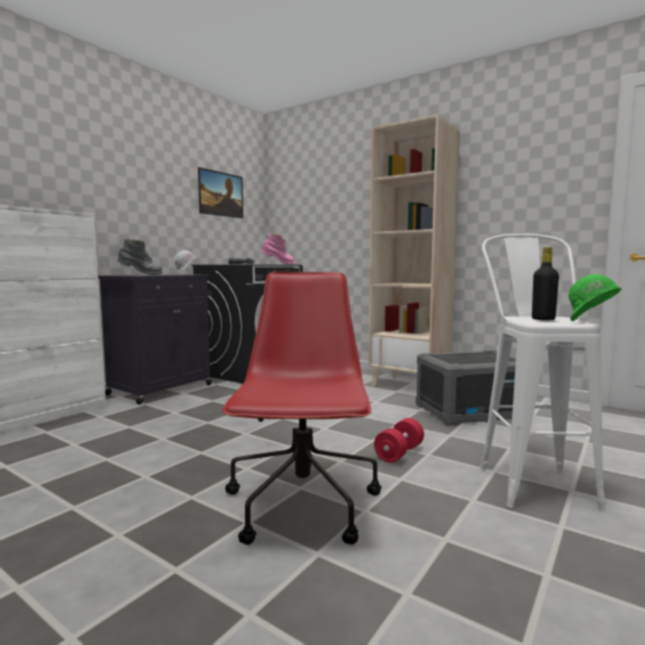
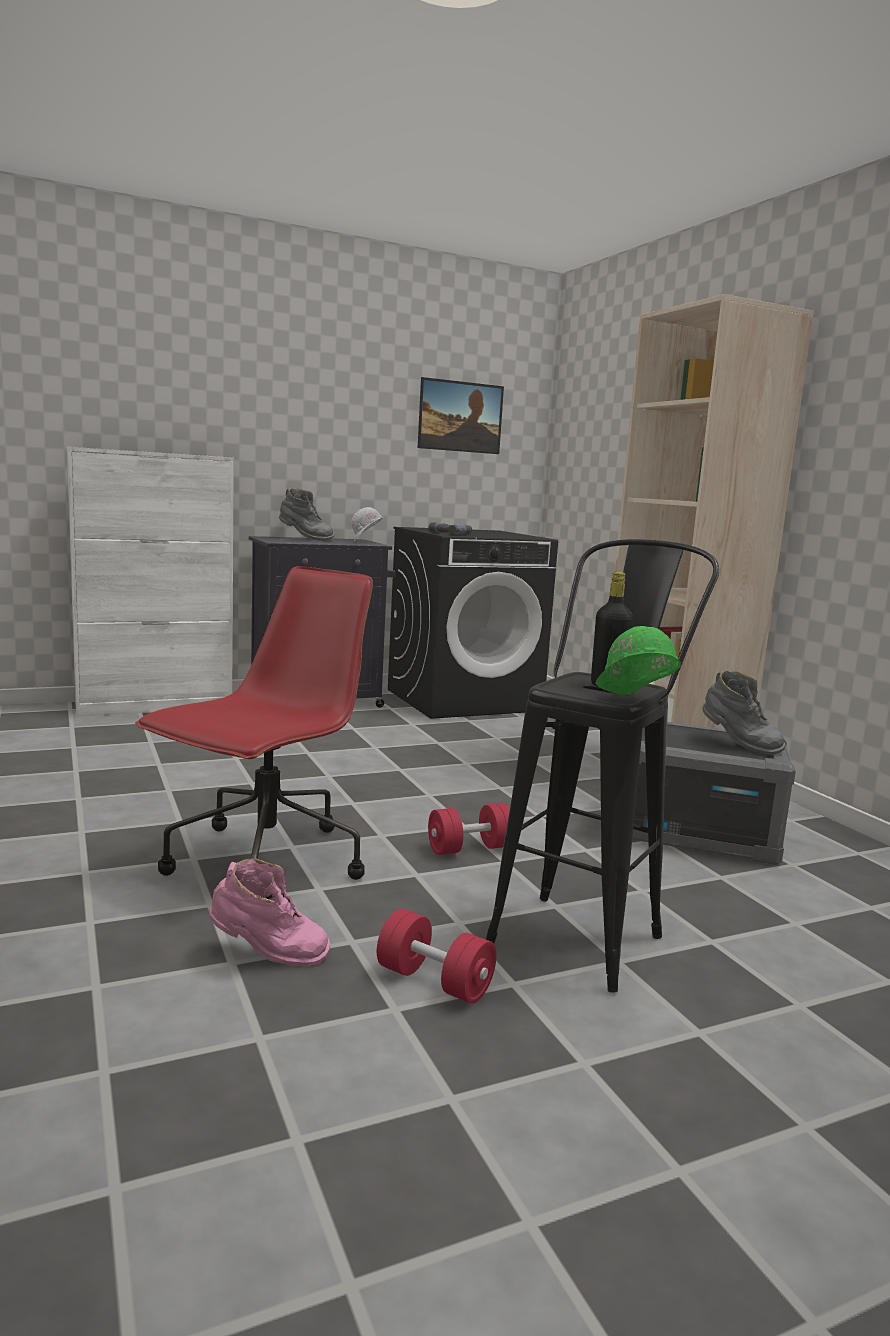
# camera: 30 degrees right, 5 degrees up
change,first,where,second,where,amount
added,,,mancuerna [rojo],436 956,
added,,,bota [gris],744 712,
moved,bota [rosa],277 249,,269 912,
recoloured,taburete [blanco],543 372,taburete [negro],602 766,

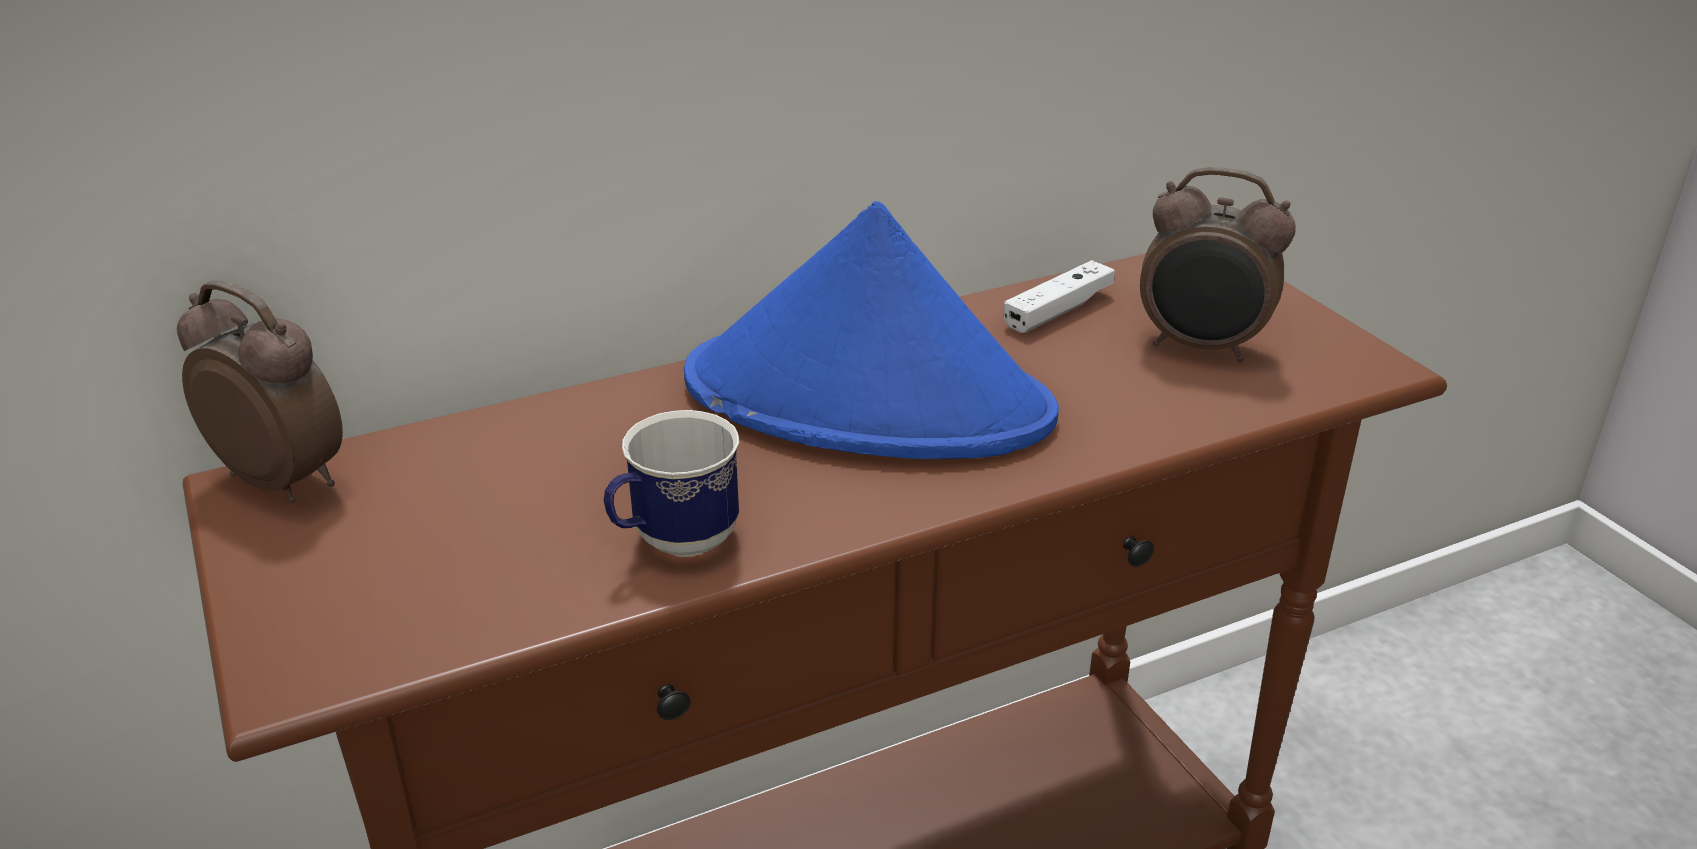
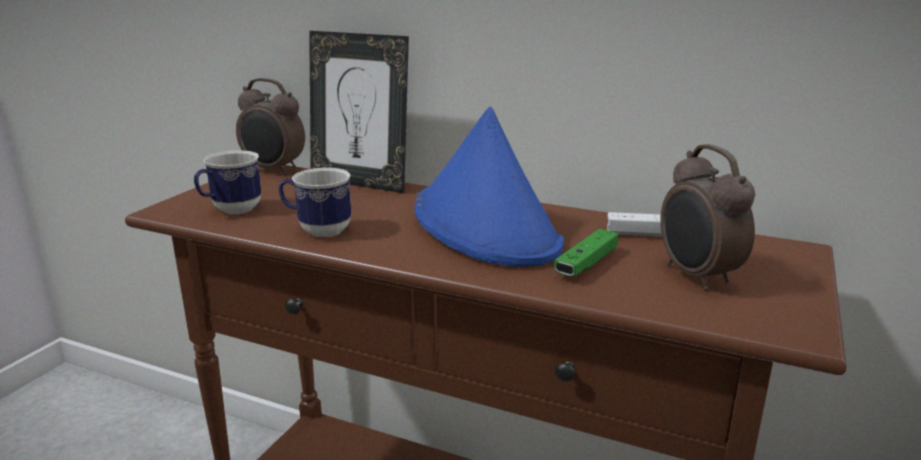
# camera: 50 degrees right, 10 degrees down
change,first,where,second,where,amount
added,,,taza grande,227 182,
added,,,portarretratos,359 112,
added,,,mando de consola [verde],586 253,
turned,despertador,260 391,,270 126,120 degrees clockwise

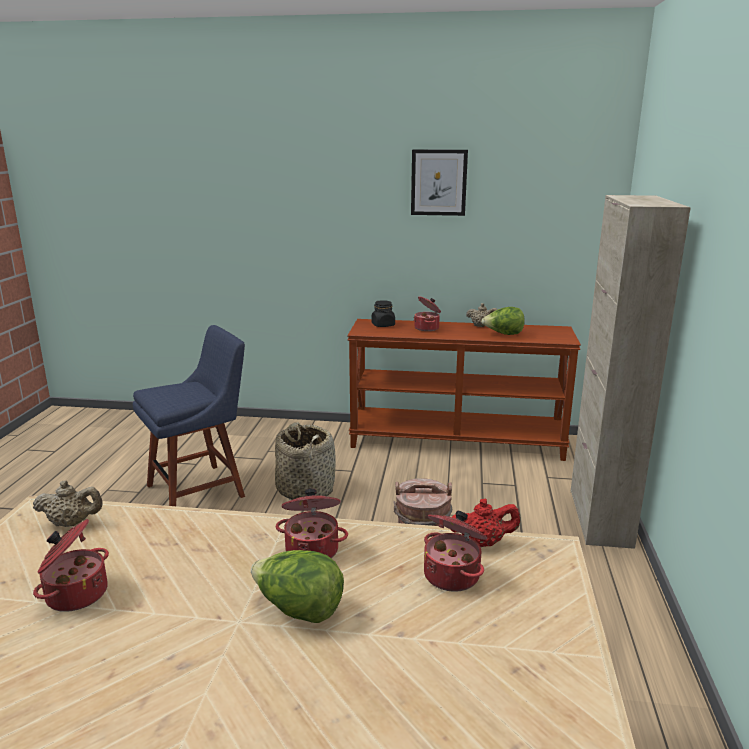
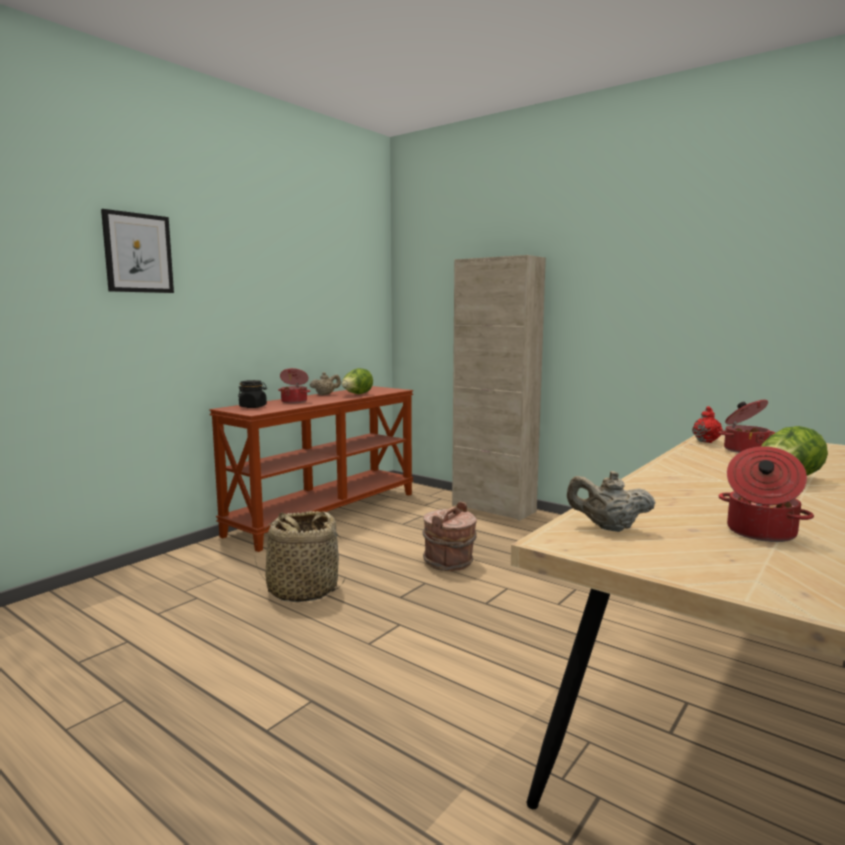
# camera: 60 degrees left, 10 degrees down
change,first,where,second,where,amount
removed,silla [azul],189 415,,,
removed,olla,312 523,,,
moved,cuadro,439 182,,137 251,
turned,tetera [beis],68 503,,611 501,105 degrees counterclockwise

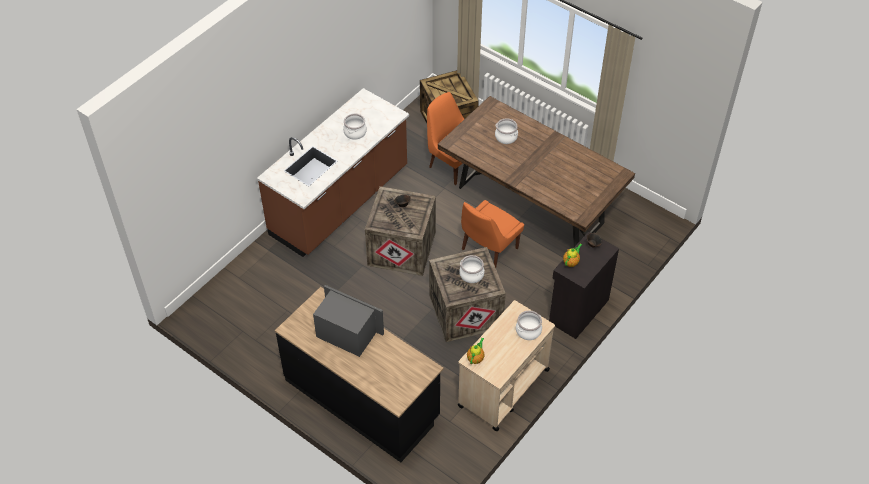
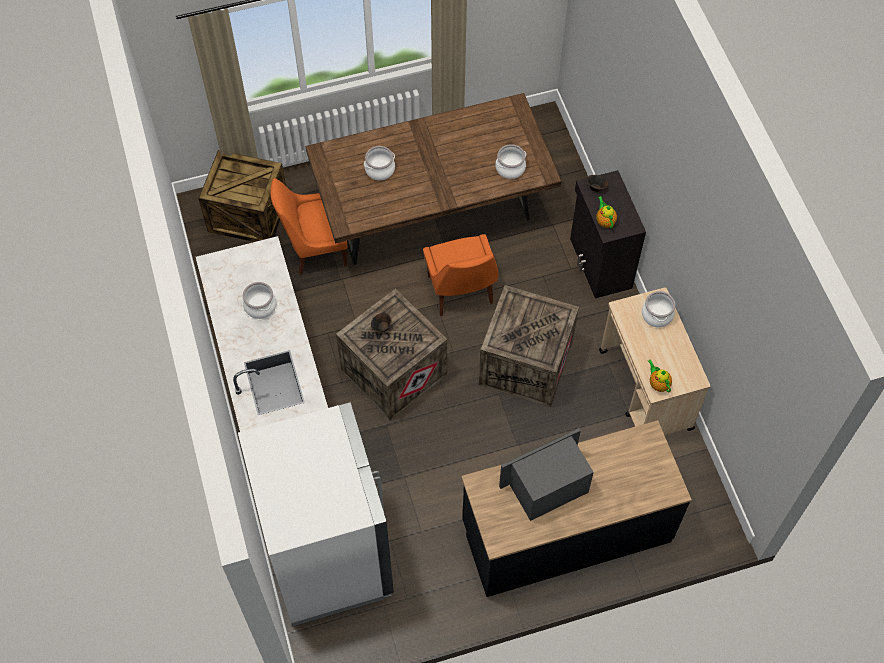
# camera: 55 degrees left, 10 degrees up
change,first,where,second,where,amount
added,,,nevera [blanco],316 514,
moved,olla,471 269,,510 161,

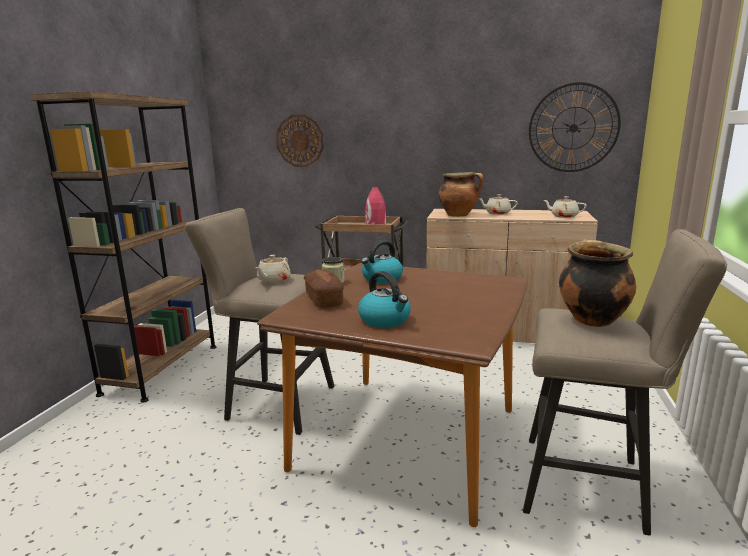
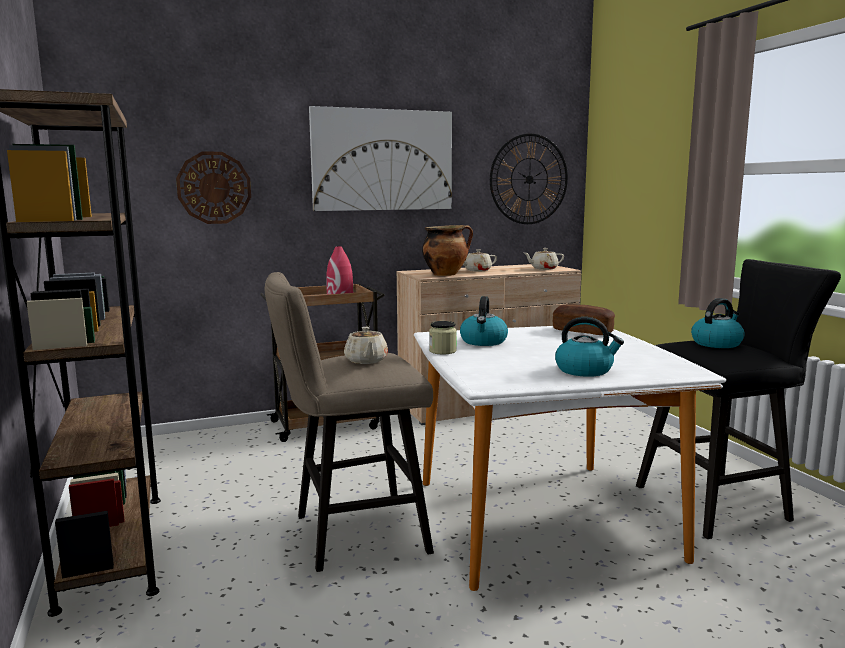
# camera: 35 degrees left, 5 degrees down
change,first,where,second,where,amount
added,,,cuadro,380 158,
moved,pan,324 288,,584 319,
replaced,olla,597 283,hervidor,718 323,
recoloured,mesa de comedor [marrón],392 395,mesa de comedor [blanco],570 458,
recoloured,taburete [beis],625 382,taburete [negro],738 399,

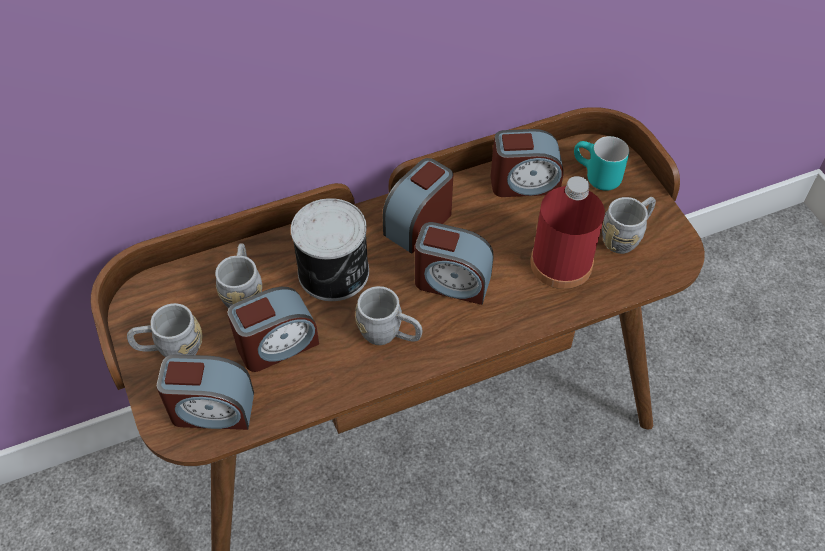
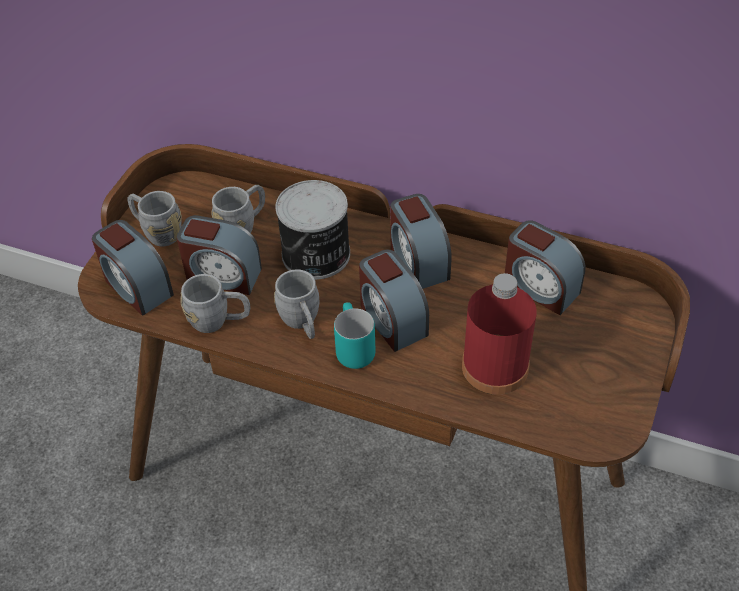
# camera: 45 degrees right, 5 degrees down
change,first,where,second,where,amount
moved,taza grande [turquesa],601 163,,355 335,
moved,taza grande [gris],629 225,,215 303,
turned,despertador,418 206,,421 241,105 degrees counterclockwise

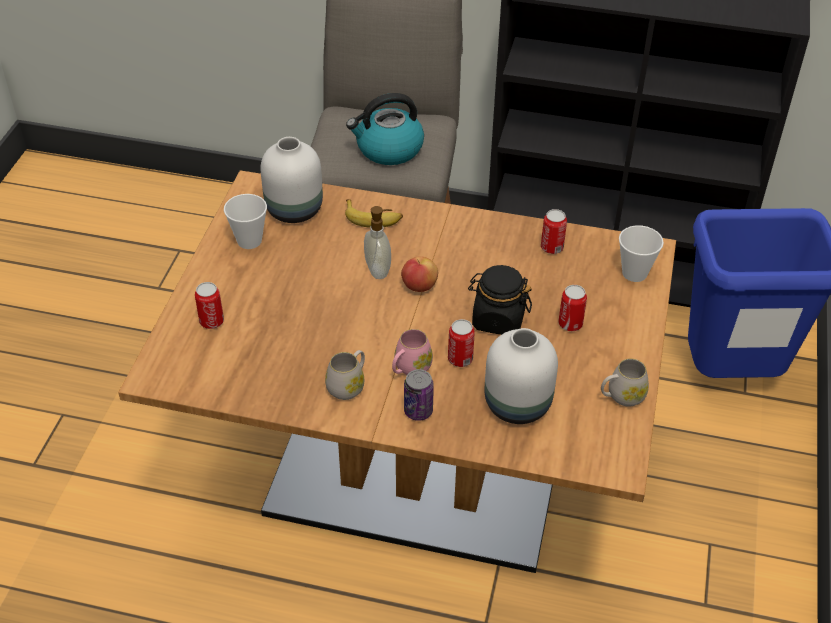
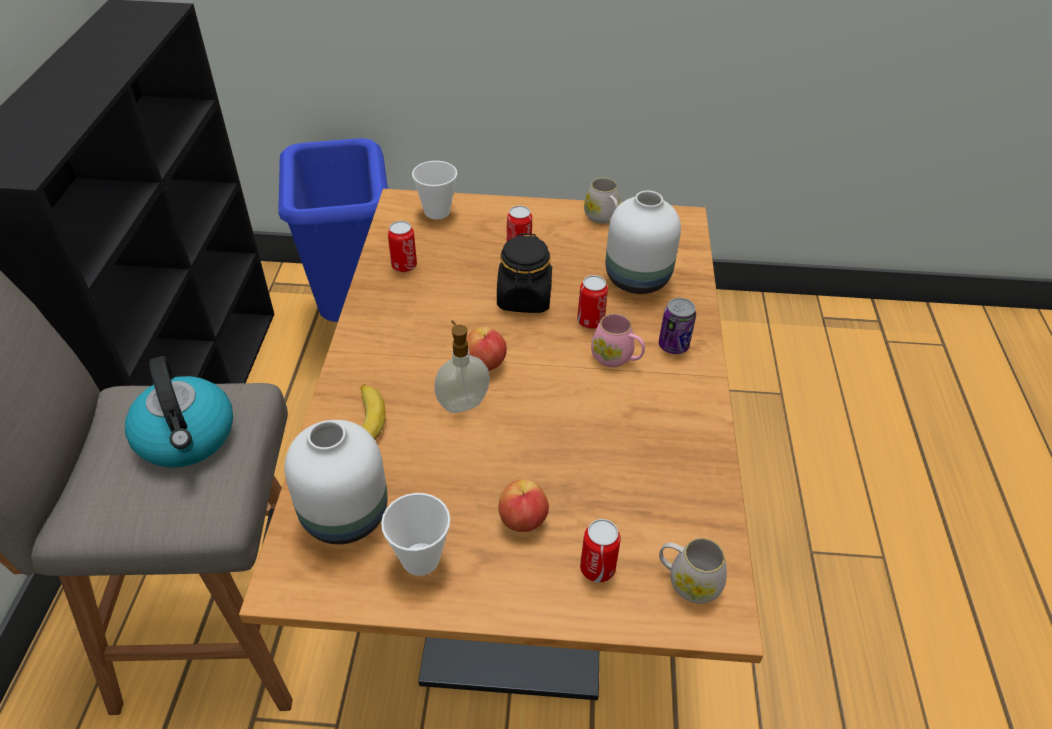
# camera: 100 degrees left, 0 degrees up
change,first,where,second,where,amount
added,,,manzana,524 505,
moved,taza grande [blanco],345 375,,693 571,

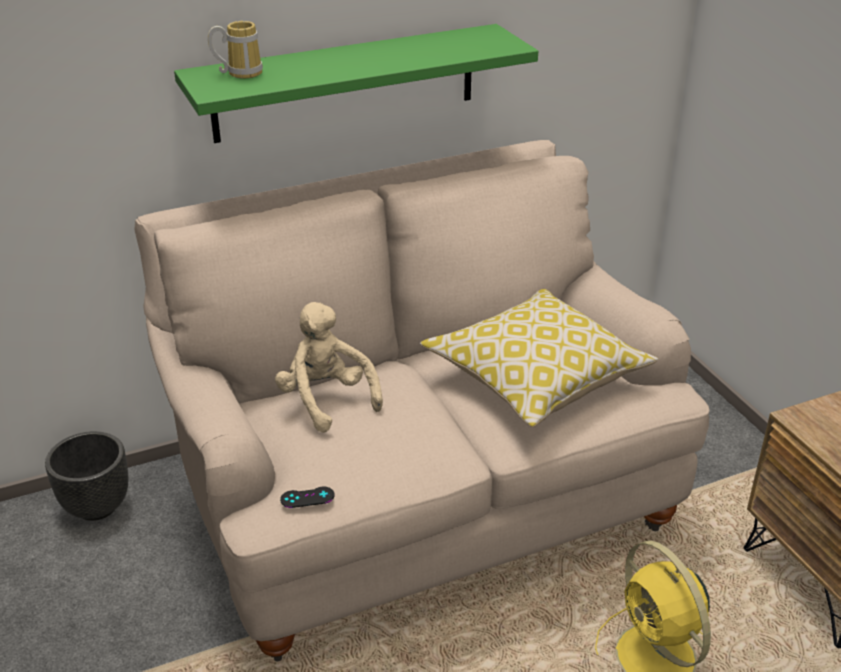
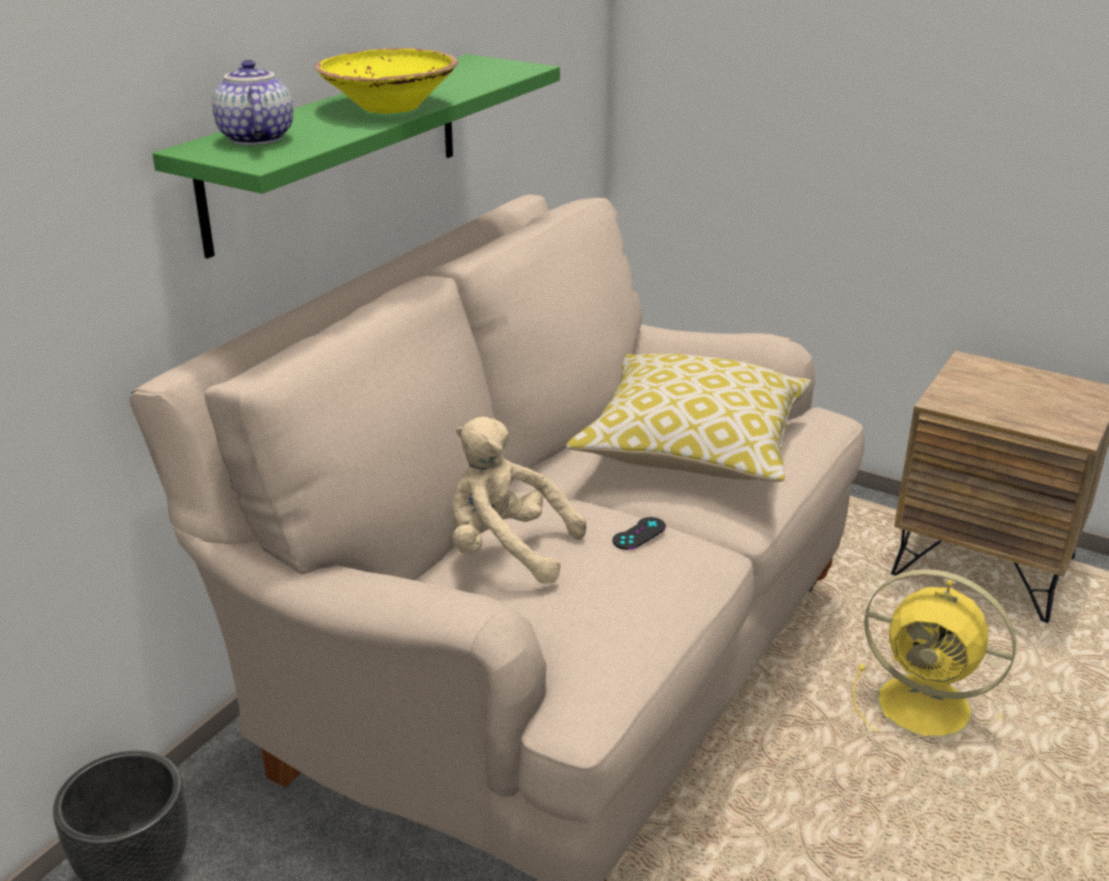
# camera: 35 degrees left, 5 degrees down
change,first,where,second,where,amount
added,,,cuenco [amarillo],386 81,
moved,mando de consola [negro],307 497,,639 533,
replaced,taza grande,235 49,tetera,252 102,

